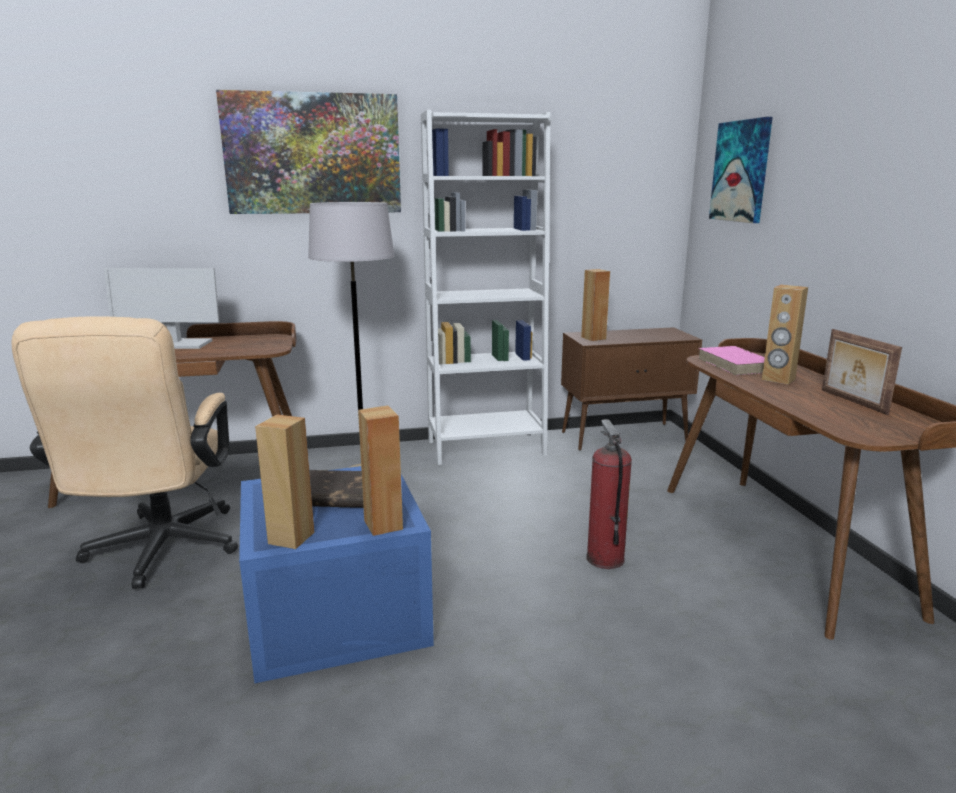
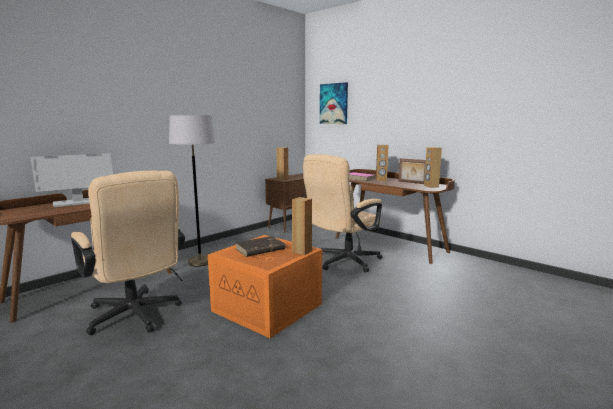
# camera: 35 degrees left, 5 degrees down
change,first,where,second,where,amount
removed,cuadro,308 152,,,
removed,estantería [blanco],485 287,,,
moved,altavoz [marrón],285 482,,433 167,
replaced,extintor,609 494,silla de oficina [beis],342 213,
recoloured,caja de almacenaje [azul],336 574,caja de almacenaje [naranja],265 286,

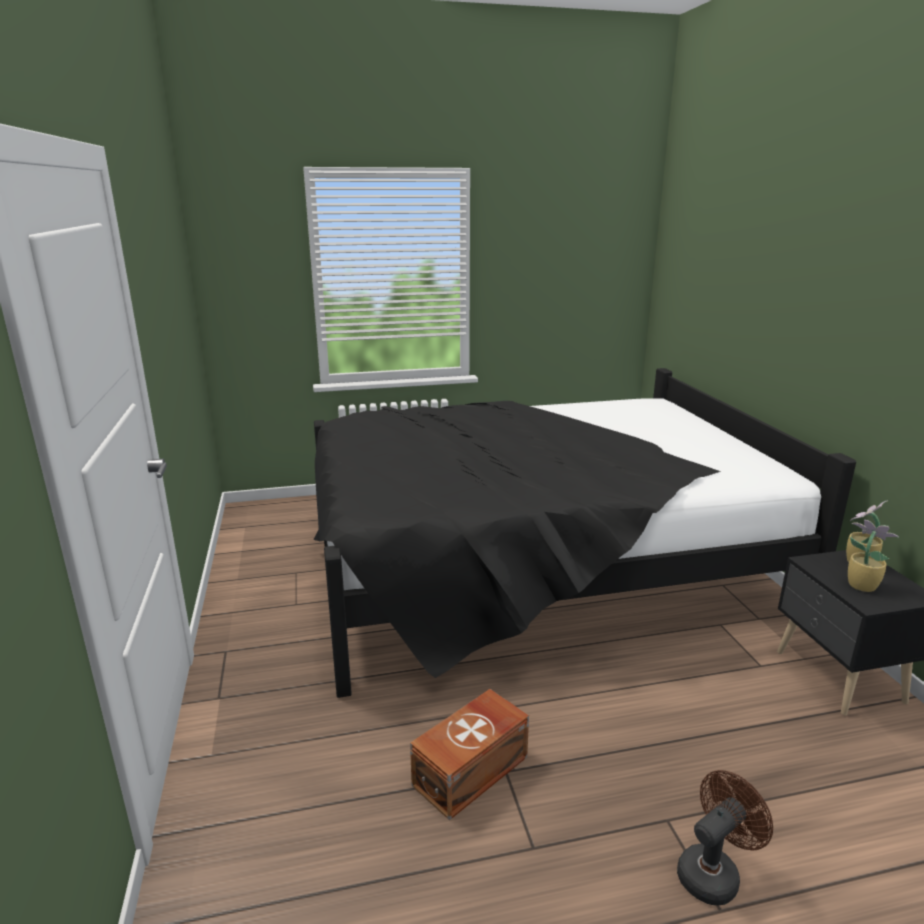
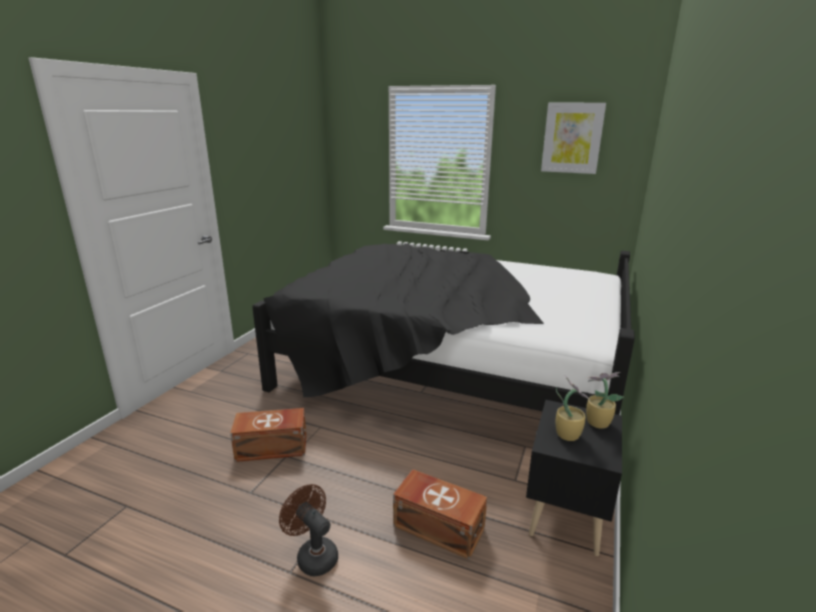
# camera: 35 degrees right, 0 degrees up
change,first,where,second,where,amount
added,,,caja de almacenaje [marrón],440 514,
added,,,cuadro,573 138,
turned,ventilador [marrón],725 837,,308 530,135 degrees counterclockwise

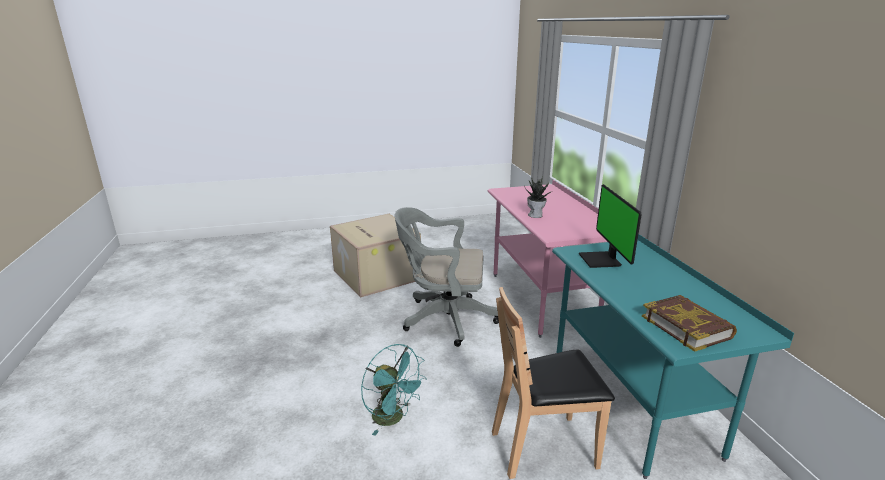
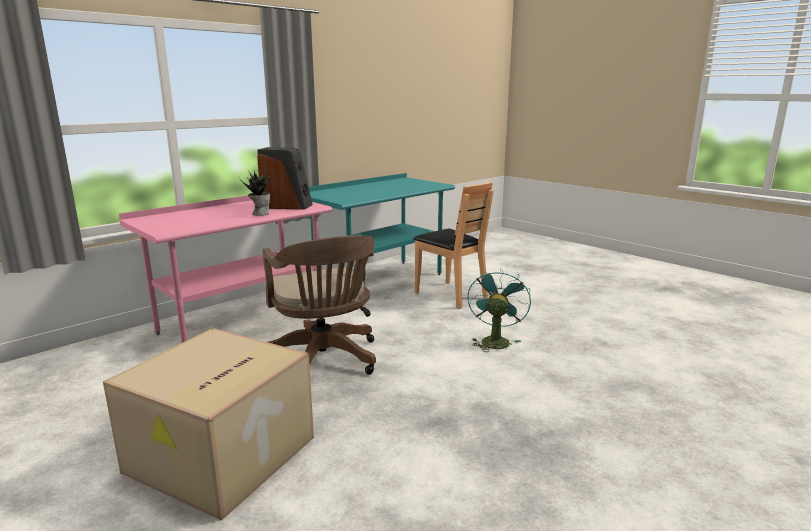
# camera: 120 degrees left, 5 degrees down
change,first,where,second,where,amount
removed,monitor,610 226,,,
removed,libro,689 323,,,
added,,,altavoz,285 178,
recoloured,silla de oficina [gris],447 277,silla de oficina [marrón],319 305,

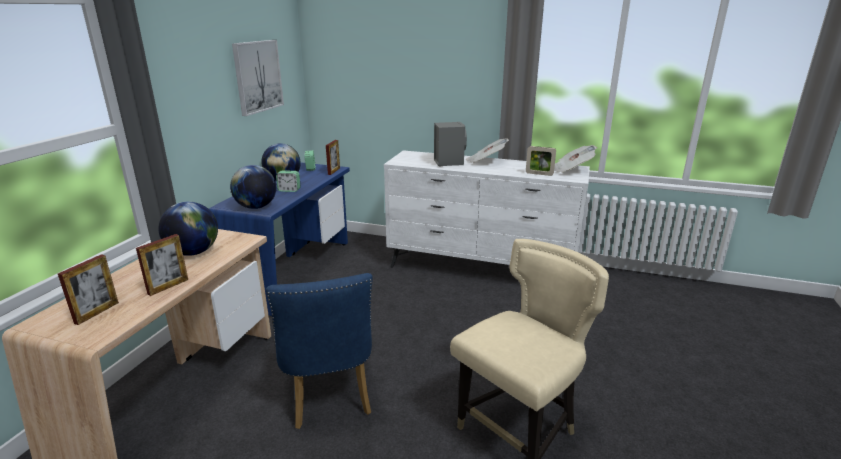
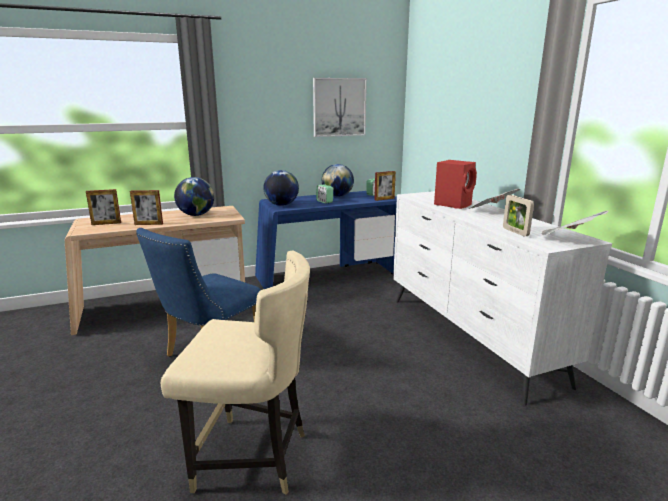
# camera: 50 degrees right, 5 degrees down
change,first,where,second,where,amount
recoloured,altavoz [gris],450 144,altavoz [rojo],455 184,

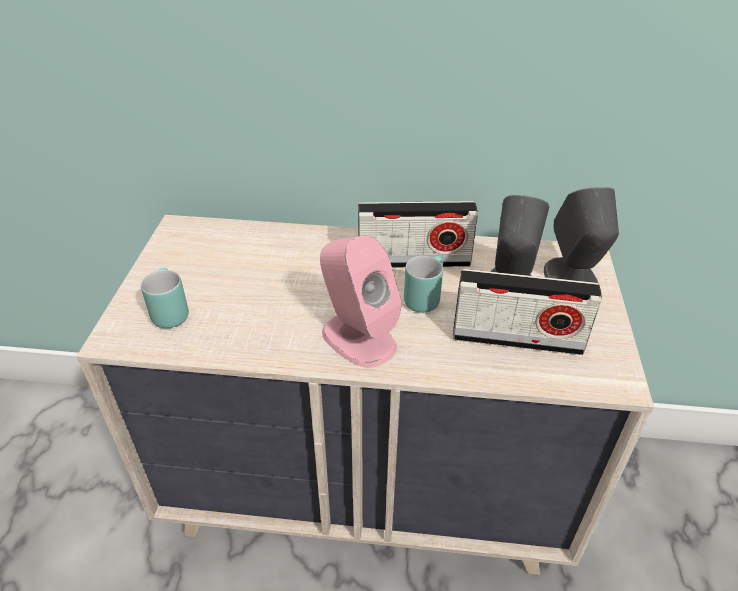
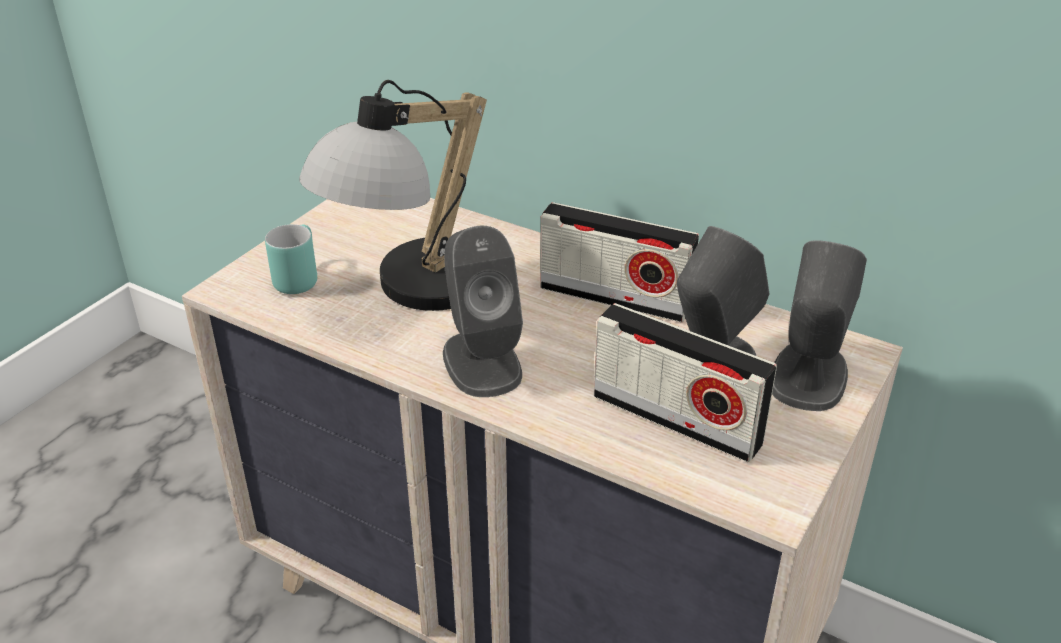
# camera: 25 degrees right, 5 degrees down
change,first,where,second,where,amount
removed,taza grande [turquesa],423 284,,,
added,,,lámpara de mesa,393 195,
recoloured,altavoz [rosa],361 302,altavoz [gris],483 311,

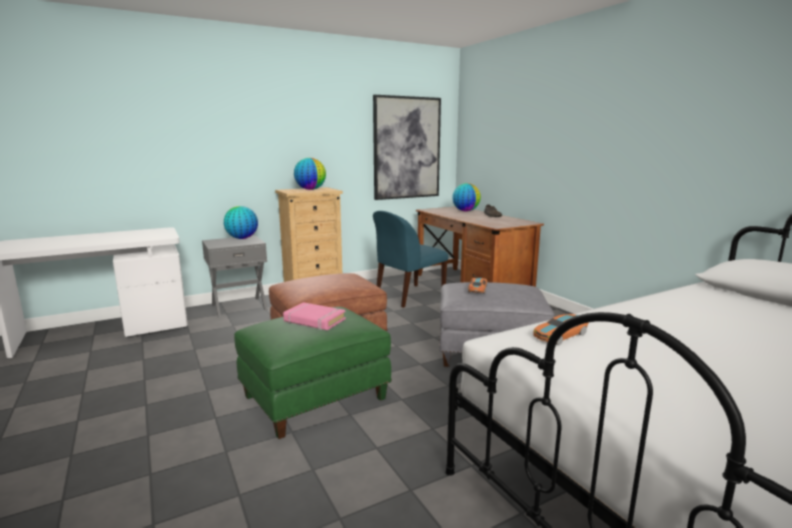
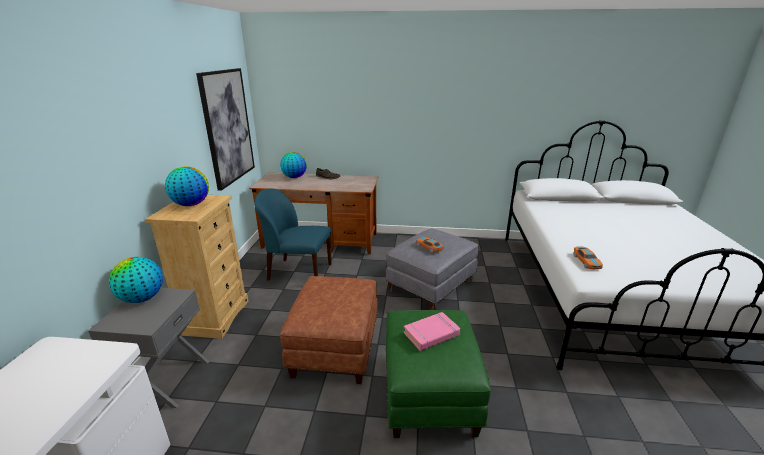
# camera: 55 degrees left, 10 degrees up
change,first,where,second,where,amount
turned,silla [azul],410 259,,292 234,105 degrees clockwise

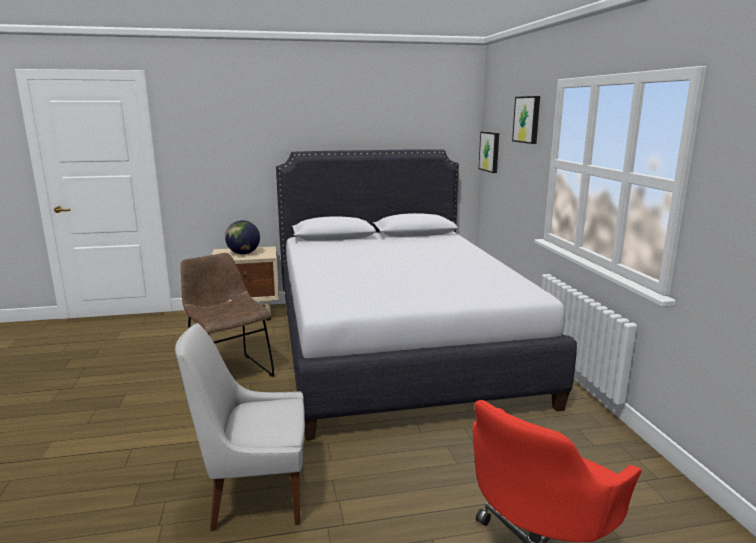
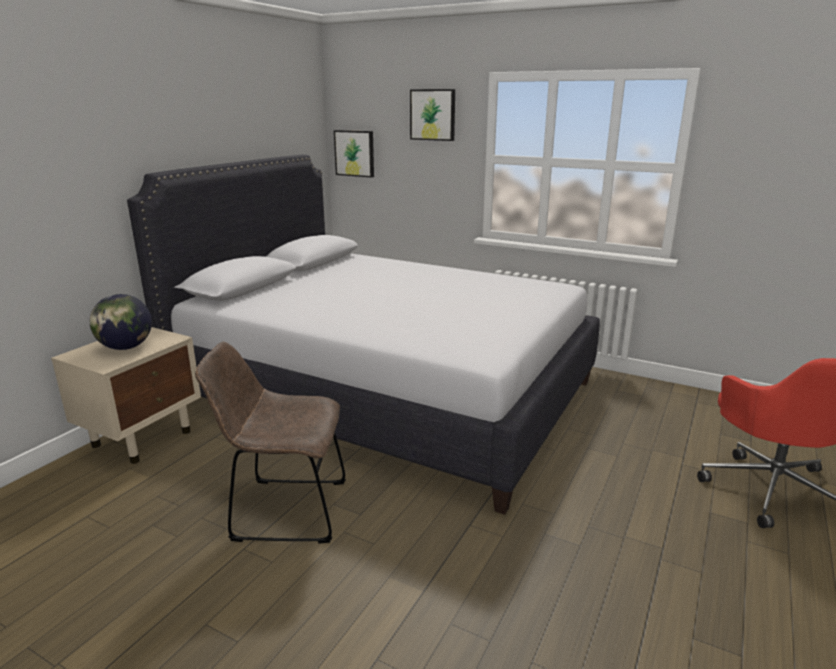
# camera: 50 degrees left, 5 degrees up
change,first,where,second,where,amount
removed,silla [blanco],240 427,,,

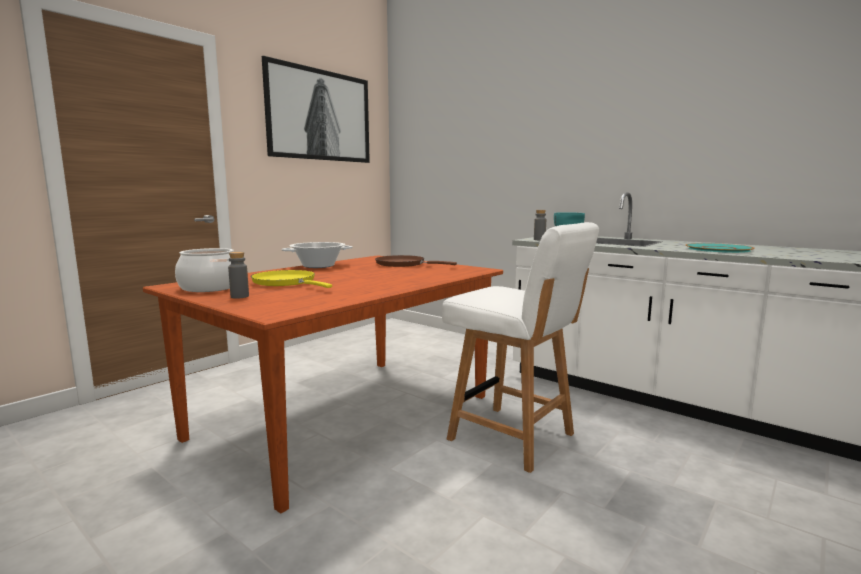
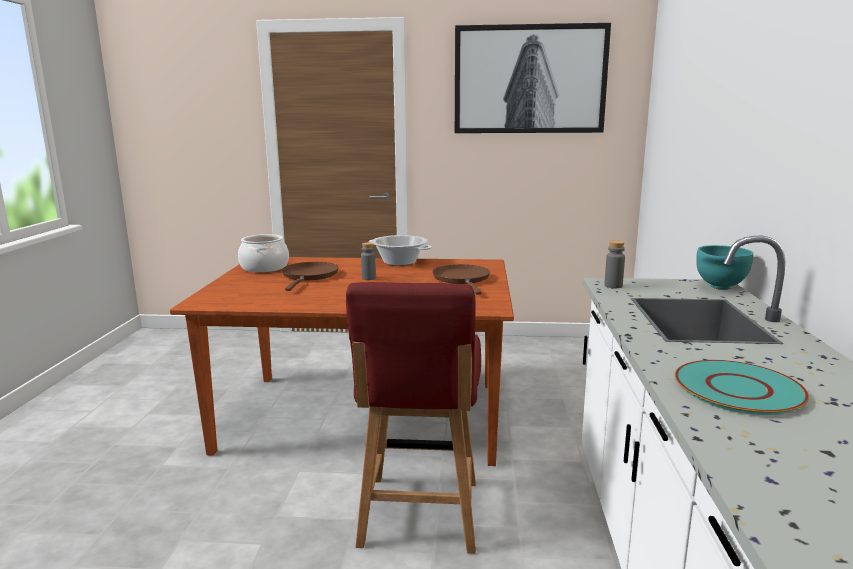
# camera: 55 degrees right, 5 degrees up
change,first,where,second,where,amount
moved,botella [gris],238 275,,368 261,
recoloured,sartén [amarillo],291 279,sartén [marrón],310 276,
recoloured,silla [blanco],520 347,silla [rojo],413 418,

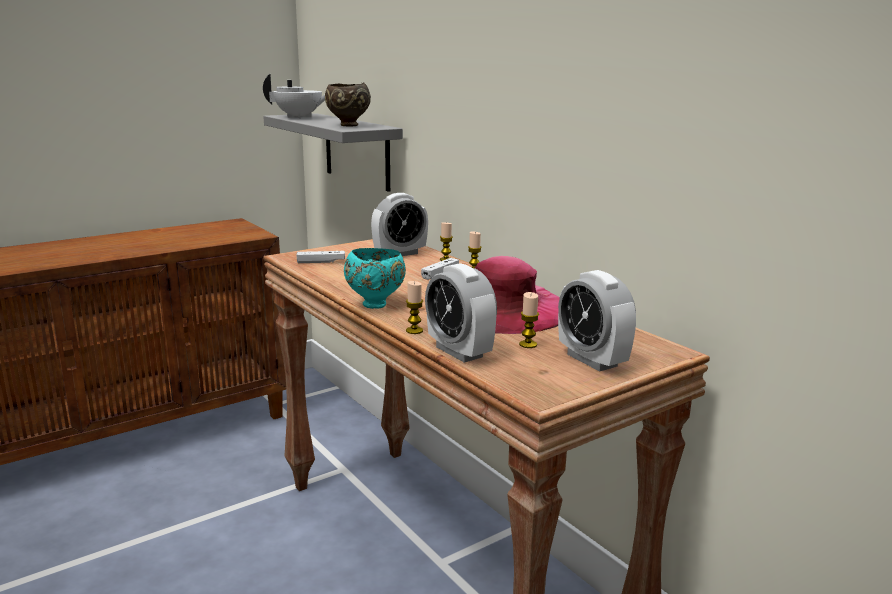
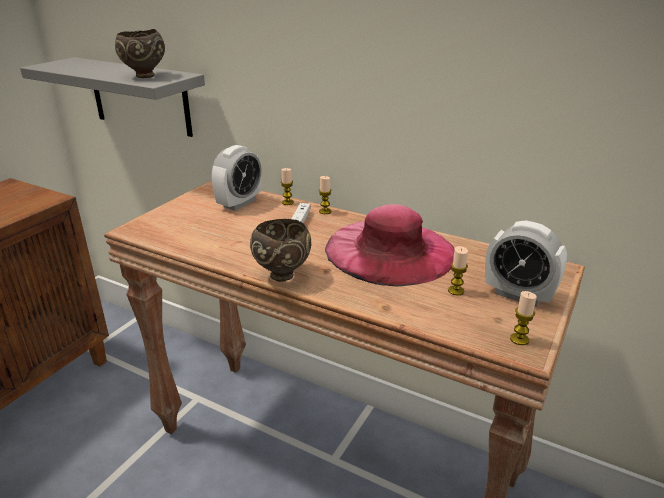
# camera: 25 degrees left, 10 degrees up
change,first,where,second,where,amount
removed,tetera [blanco],294 96,,,
removed,mando de consola [blanco],321 257,,,
removed,despertador,461 313,,,
moved,vela,414 307,,523 318,
recoloured,cuenco [turquesa],375 278,cuenco [marrón],281 250,

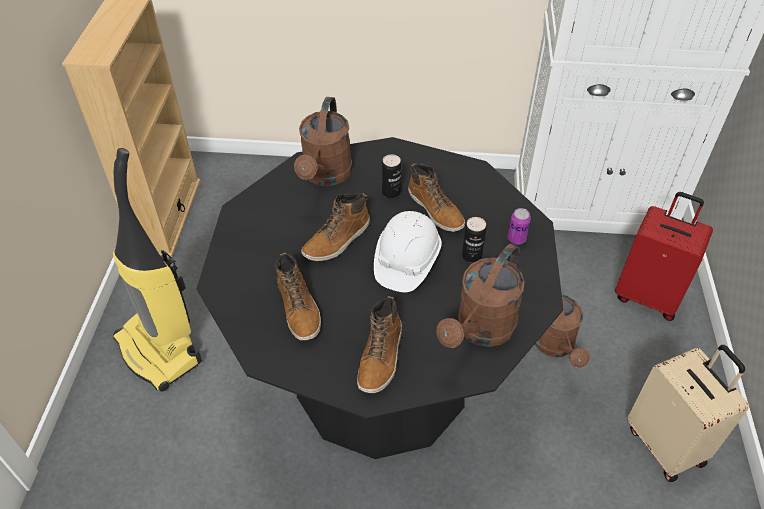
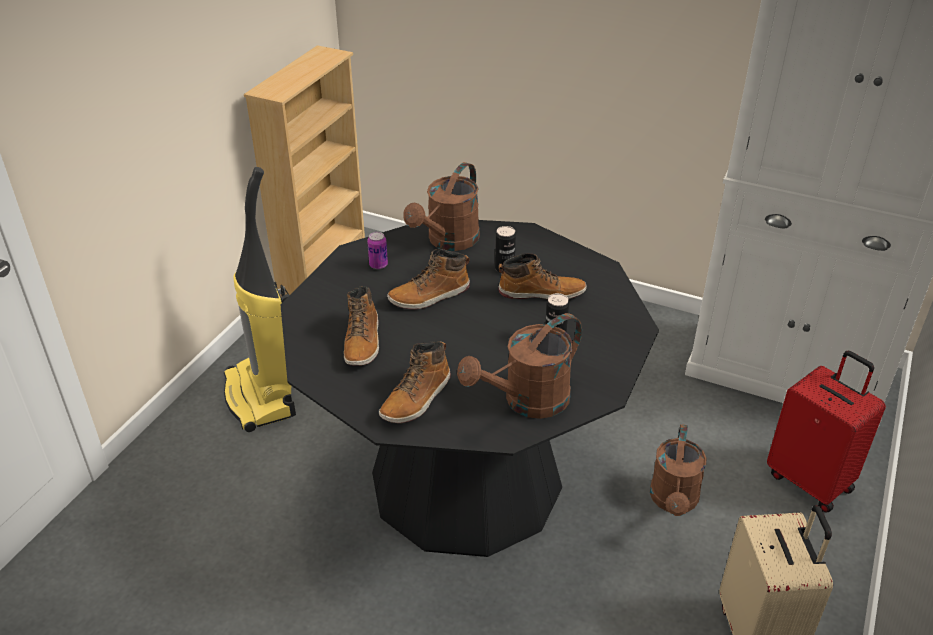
# camera: 20 degrees right, 10 degrees down
change,first,where,second,where,amount
removed,casco [blanco],408 251,,,
moved,lata,519 226,,377 250,
turned,bota,436 198,,543 276,75 degrees counterclockwise

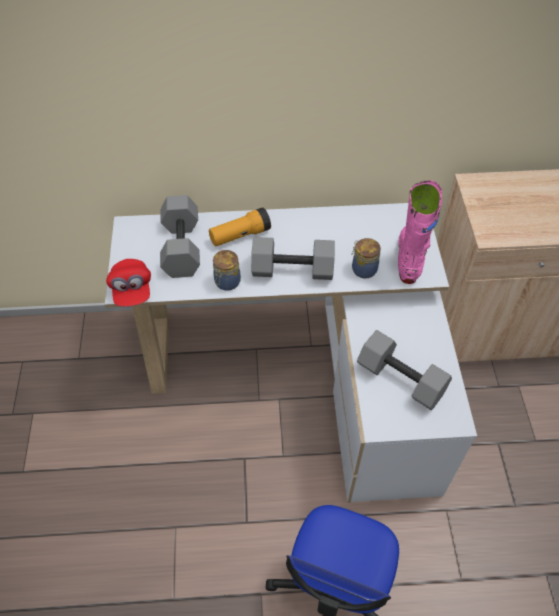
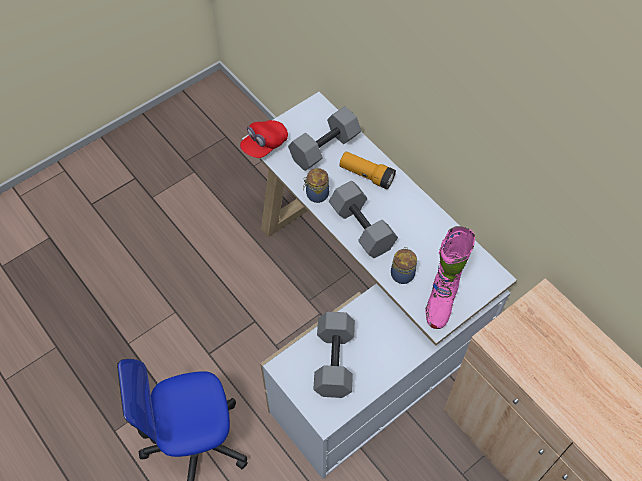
# camera: 55 degrees right, 5 degrees up
change,first,where,second,where,amount
turned,bota [rosa],420 232,,450 277,135 degrees clockwise

